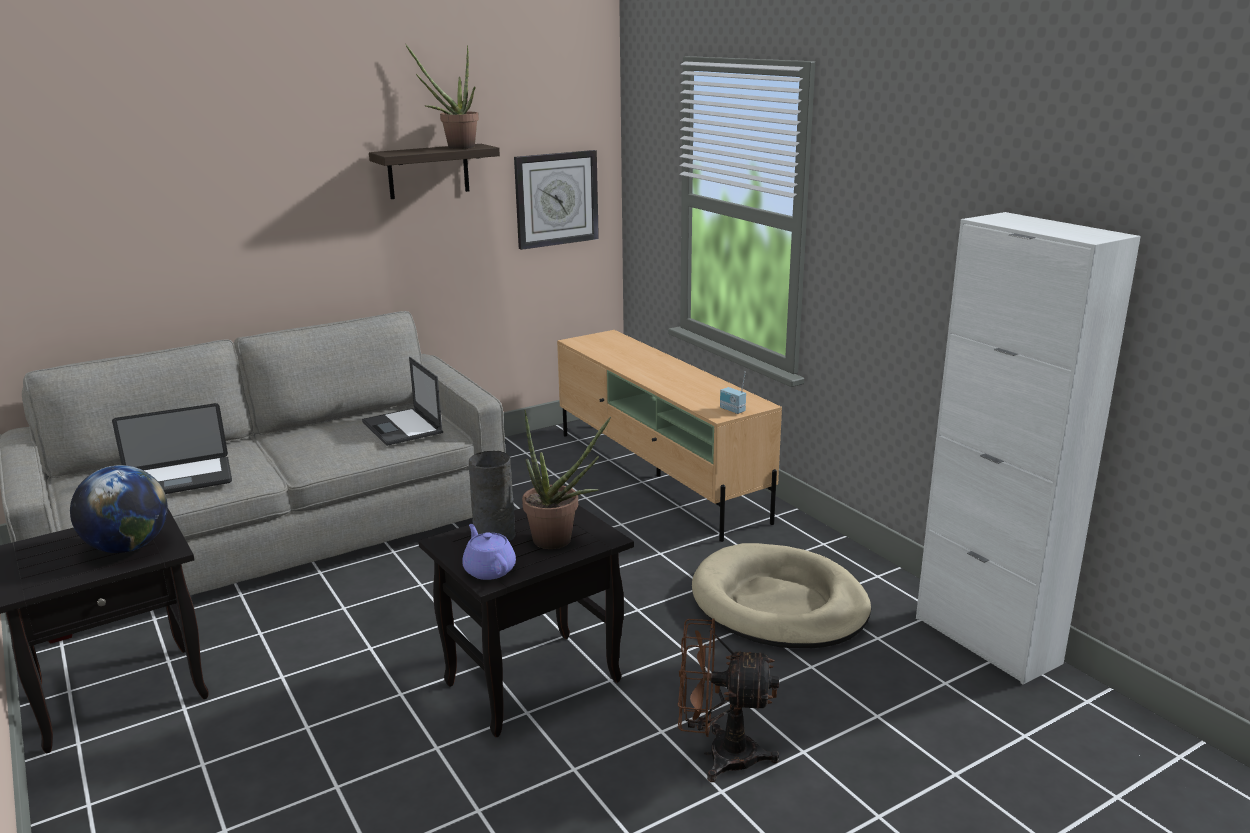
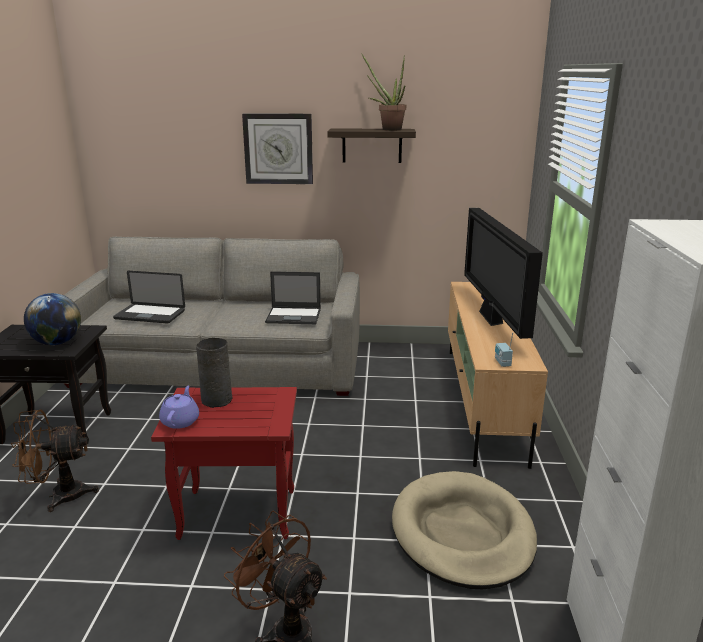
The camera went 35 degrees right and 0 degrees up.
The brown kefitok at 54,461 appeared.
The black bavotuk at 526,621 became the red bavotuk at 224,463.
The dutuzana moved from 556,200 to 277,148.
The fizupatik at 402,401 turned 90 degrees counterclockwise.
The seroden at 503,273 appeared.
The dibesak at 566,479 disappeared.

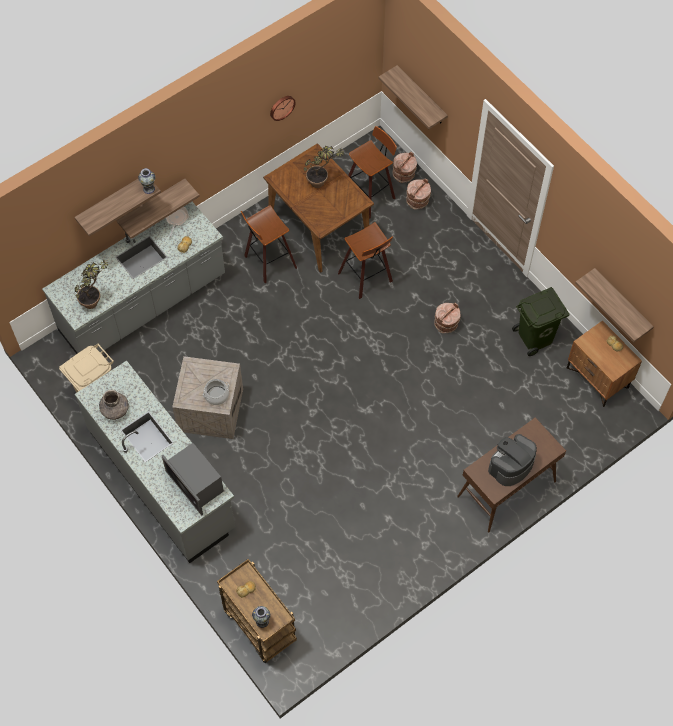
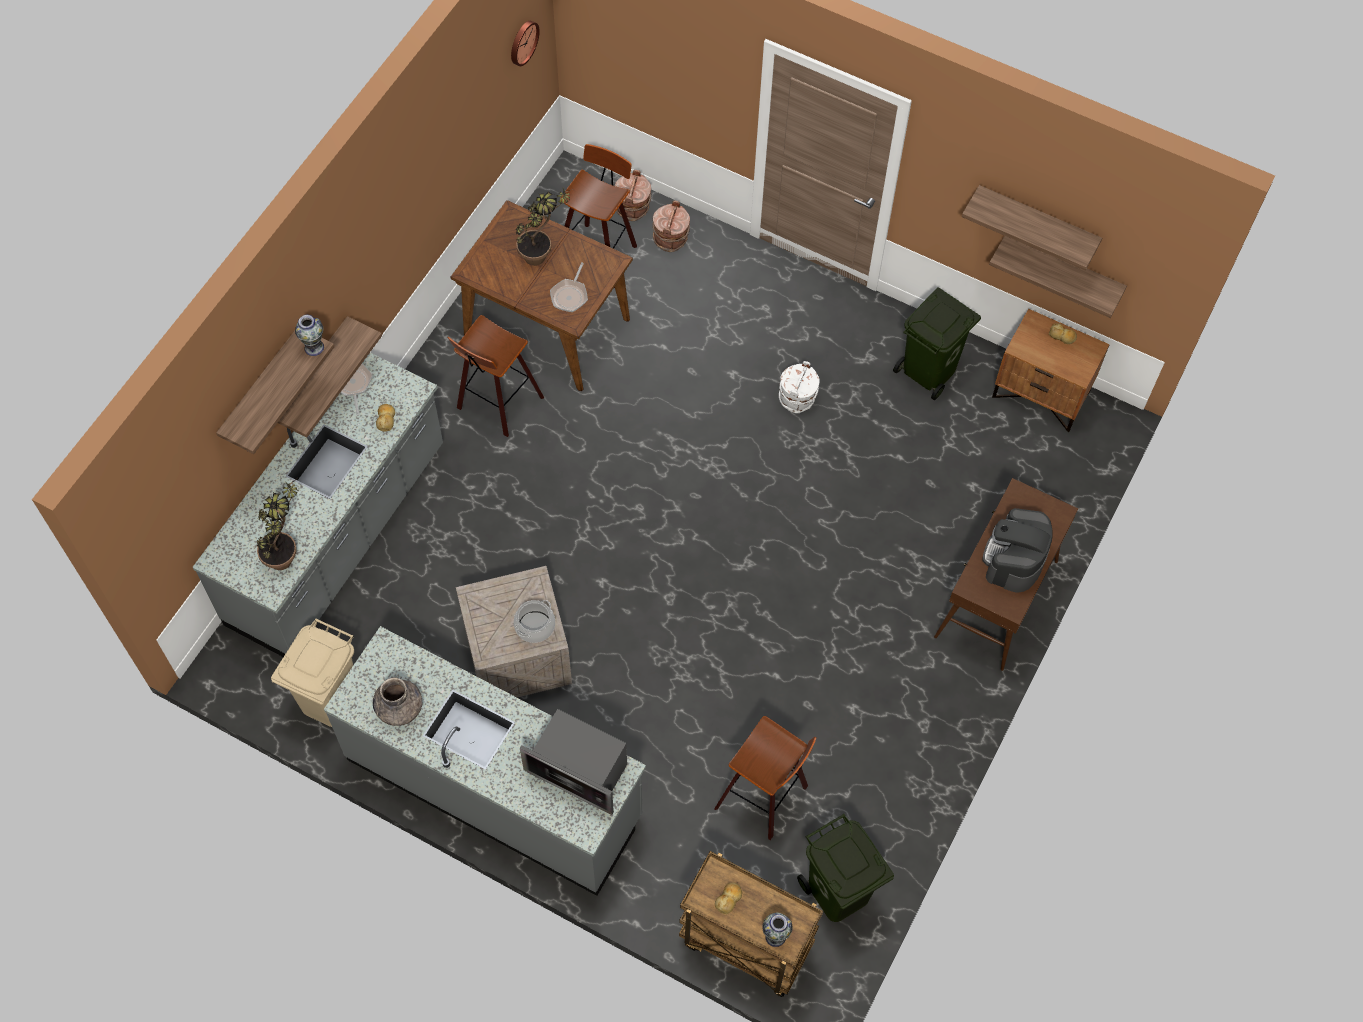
The camera went 25 degrees left and 0 degrees up.
The dutuzana moved from 283,108 to 525,43.
The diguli at 569,287 appeared.
The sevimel moved from 365,260 to 765,778.
The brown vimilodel at 447,318 became the white vimilodel at 799,387.
The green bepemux at 845,868 appeared.
The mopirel moved from 413,97 to 1032,227.

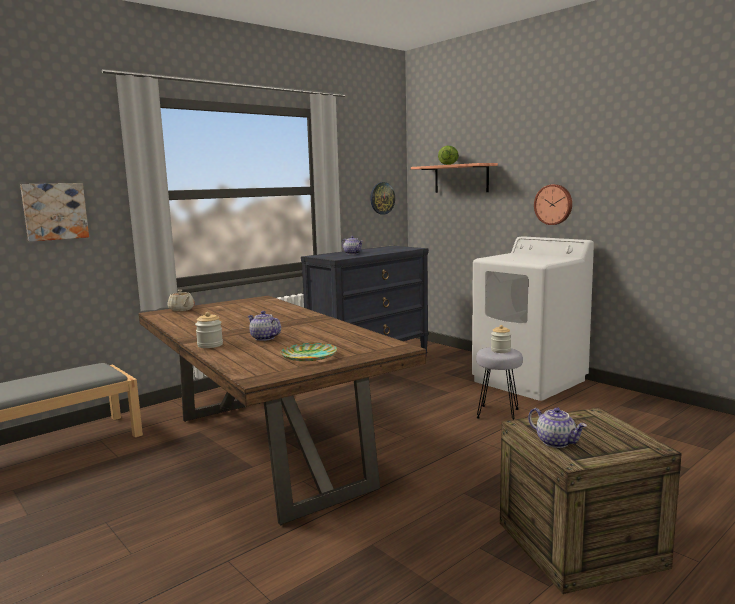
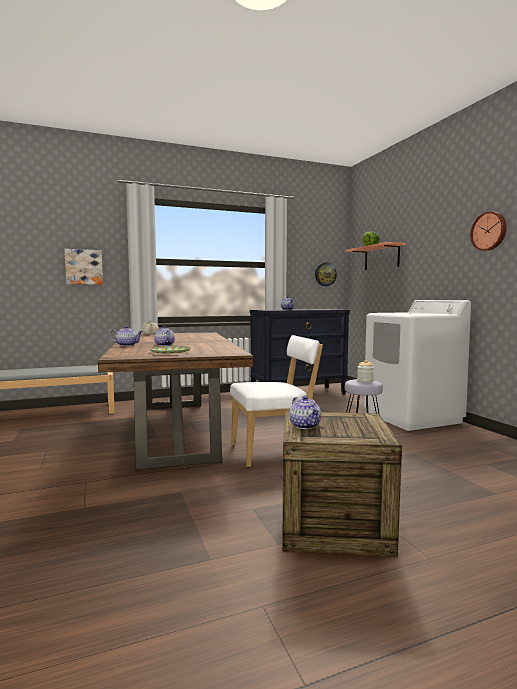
The camera went 20 degrees right and 5 degrees down.
The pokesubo at 209,330 was replaced by the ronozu at 126,336.
The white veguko at 276,401 appeared.
The dutuzana moved from 553,204 to 488,231.

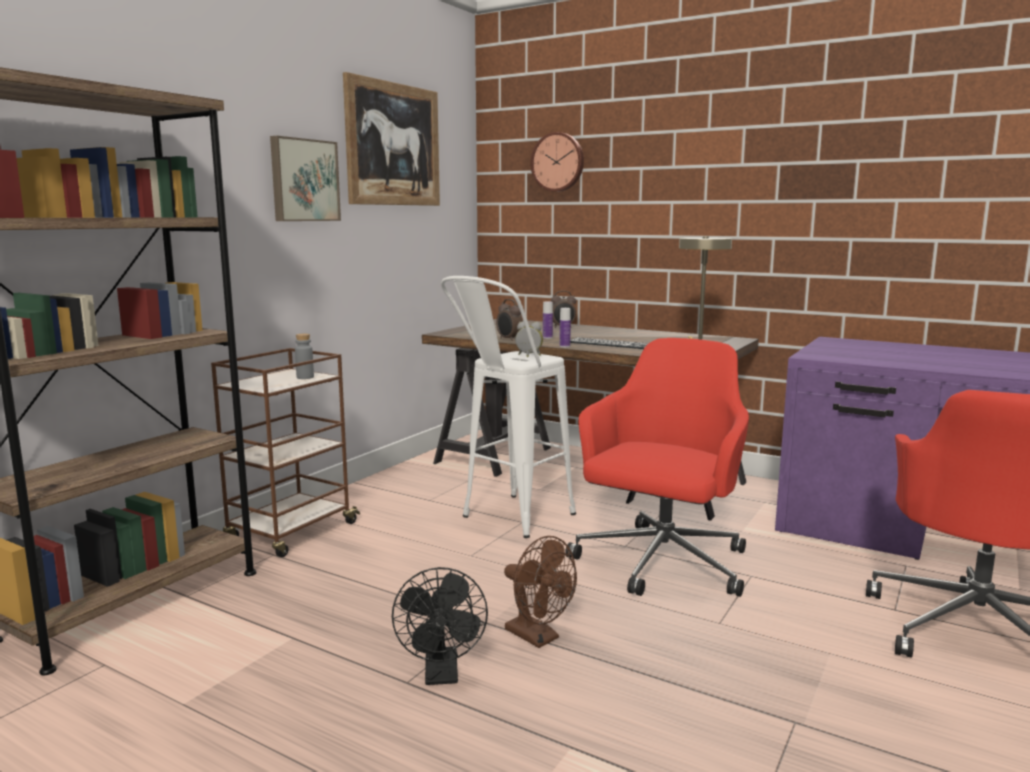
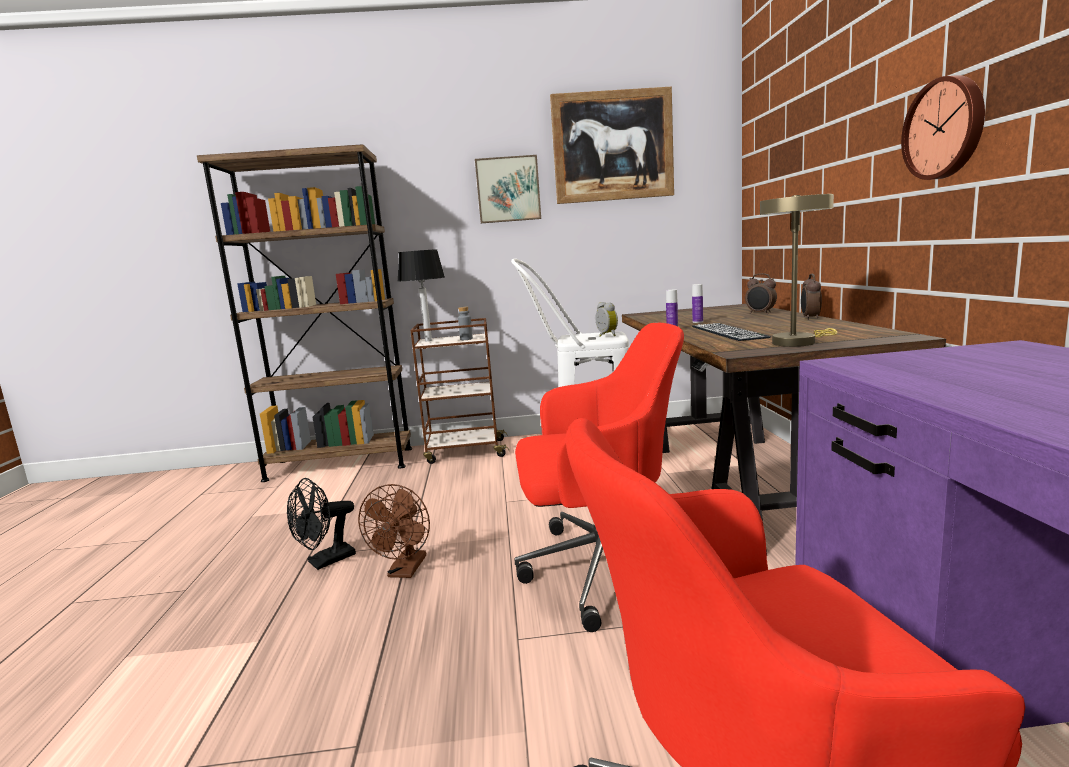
The camera went 55 degrees right and 0 degrees up.
The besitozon at 421,295 appeared.
The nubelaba moved from 509,320 to 811,297.
The dutuzana moved from 557,162 to 943,127.

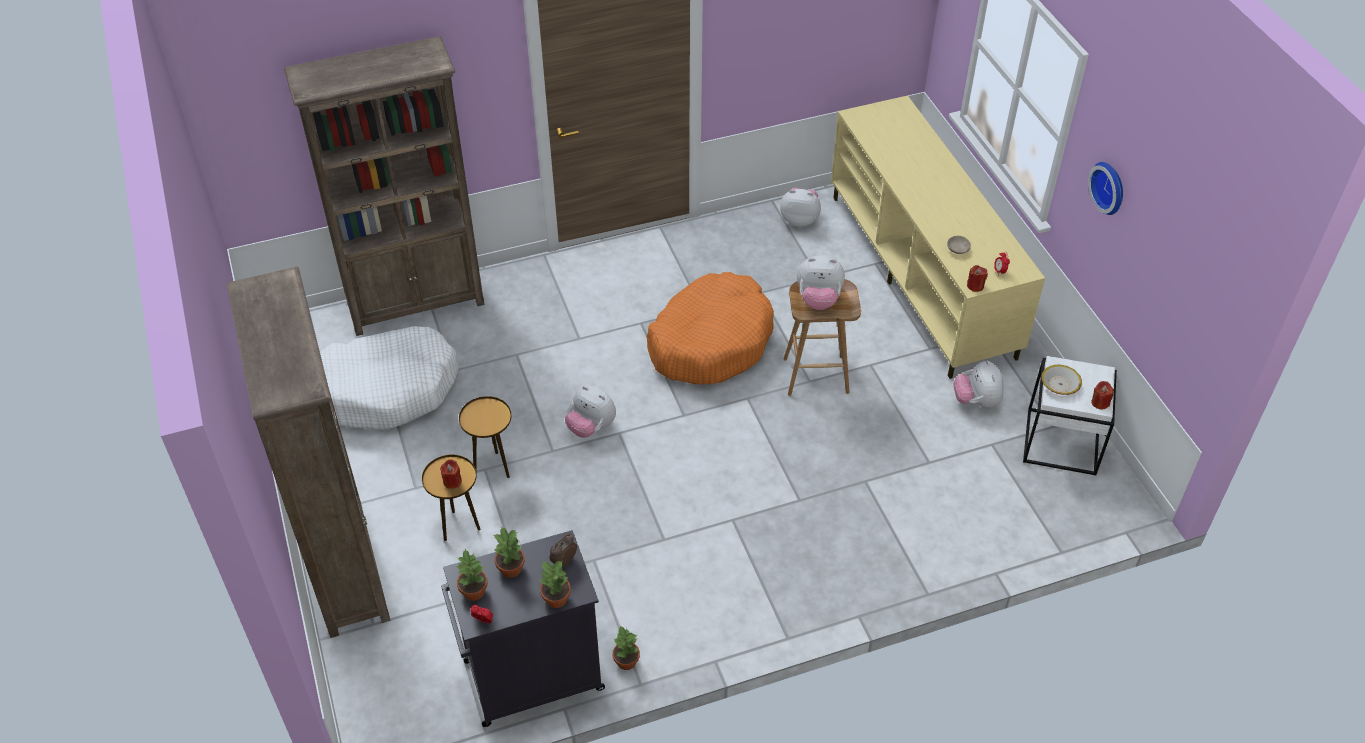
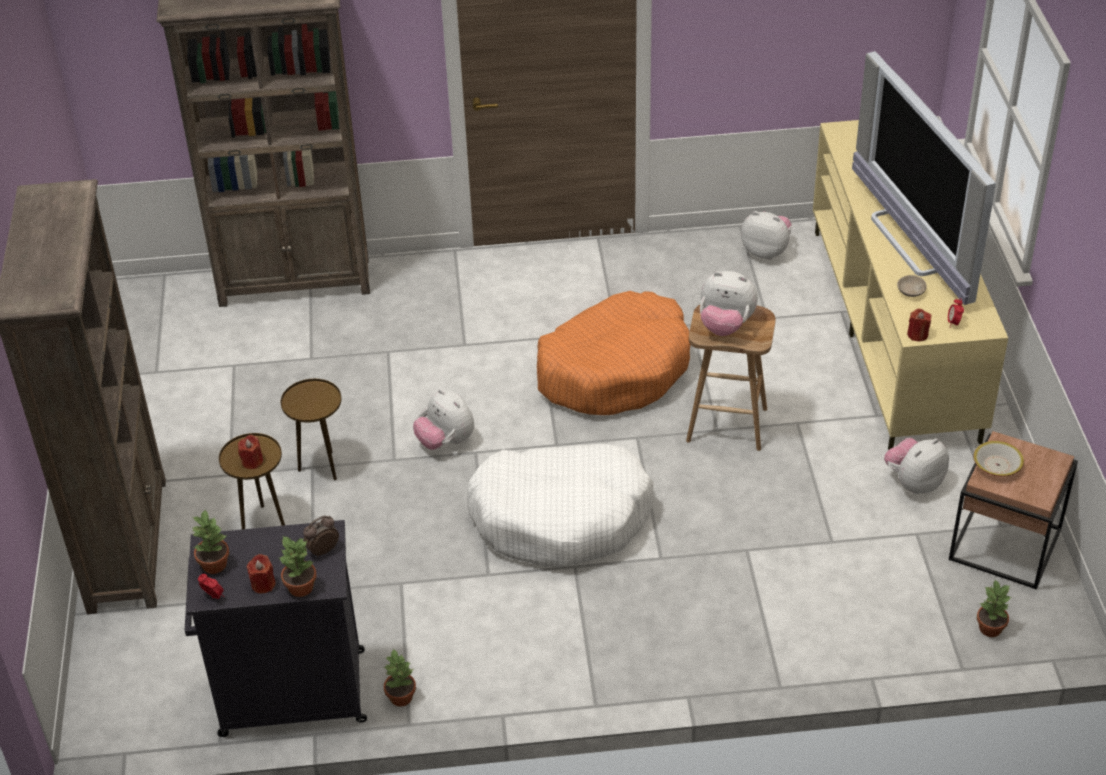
The camera went 15 degrees right and 5 degrees down.
The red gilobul moved from 1102,395 to 261,574.
The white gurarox moved from 389,378 to 560,505.
The seroden at 924,178 appeared.
The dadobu at 978,384 turned 45 degrees clockwise.
The white bavotuk at 1070,415 became the brown bavotuk at 1013,510.
The dibesak moved from 509,552 to 994,608.
The dutuzana at 1105,188 disappeared.

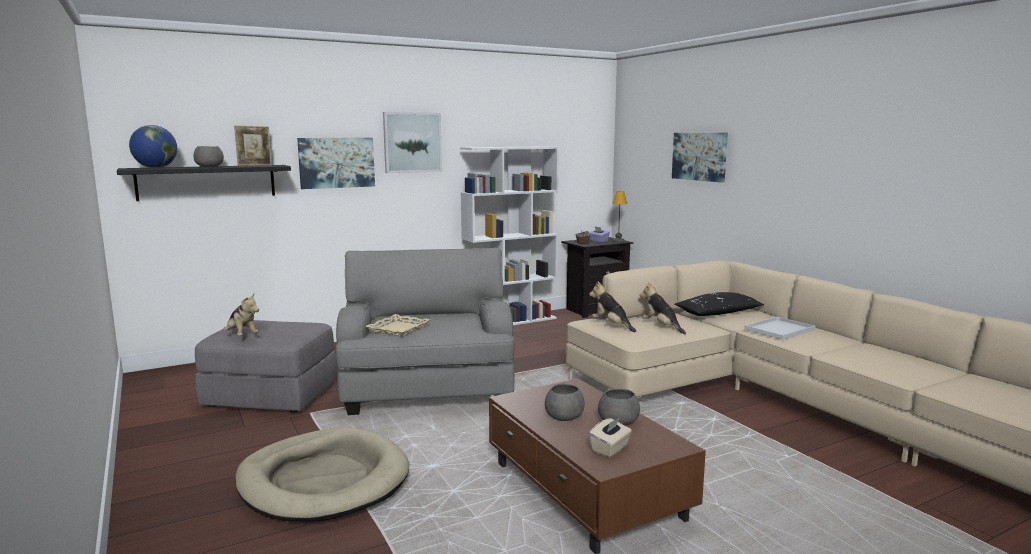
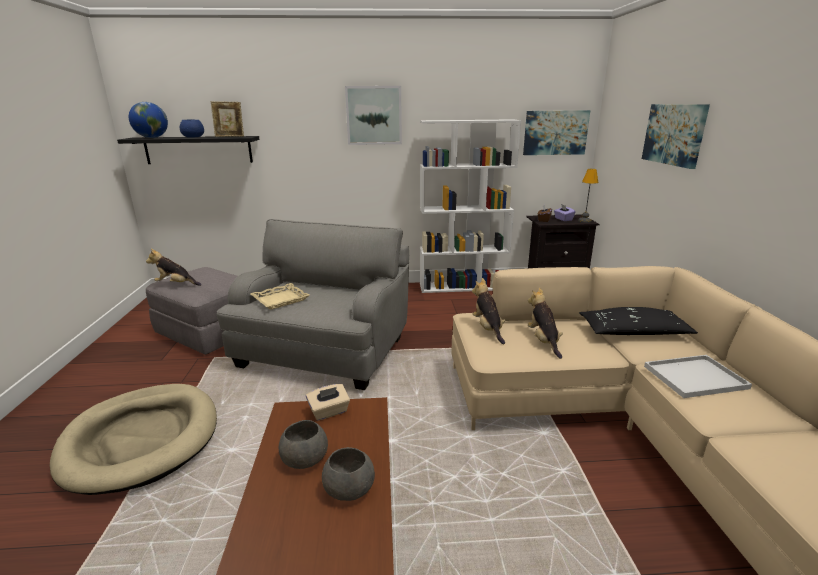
The camera went 25 degrees right and 10 degrees up.
The dadobu at 241,315 turned 120 degrees clockwise.
The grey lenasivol at 209,156 became the blue lenasivol at 192,128.
The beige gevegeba moved from 610,437 to 328,402.
The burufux moved from 336,163 to 557,132.

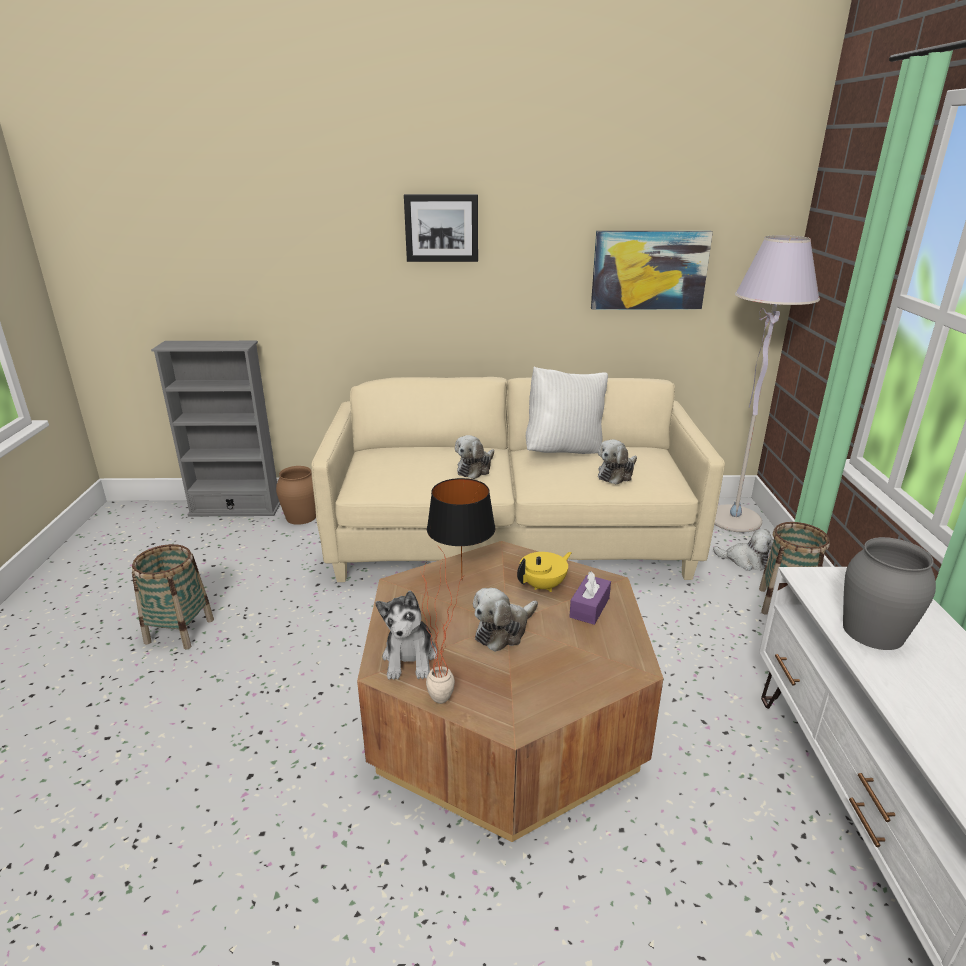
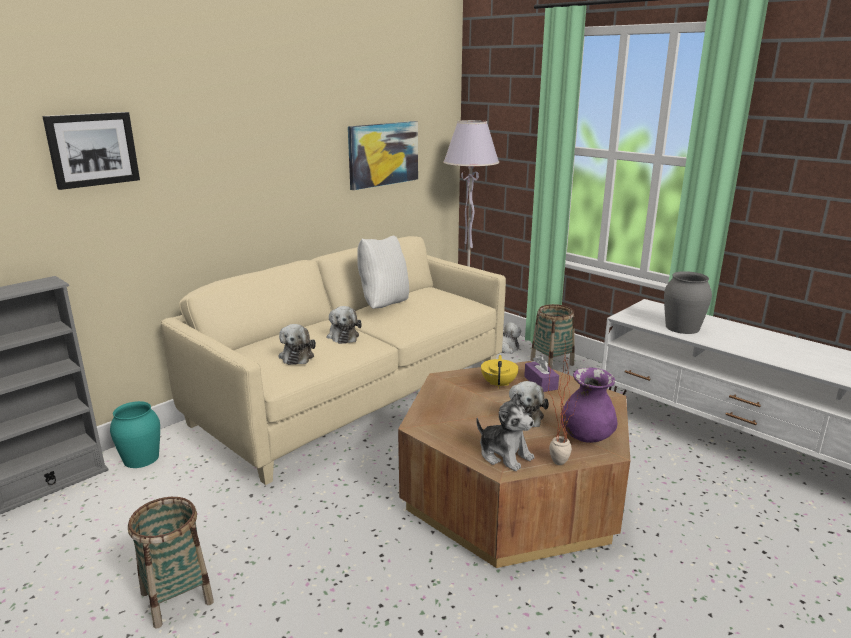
The camera went 45 degrees left and 5 degrees down.
The burufux moved from 441,228 to 91,151.
The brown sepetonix at 296,495 became the turquoise sepetonix at 135,434.
The dadobu moved from 617,462 to 297,344.
The purple sepetonix at 589,405 appeared.
The black besitozon at 461,529 disappeared.

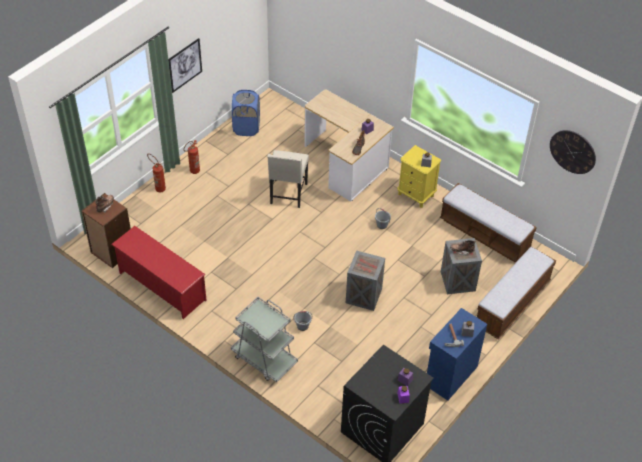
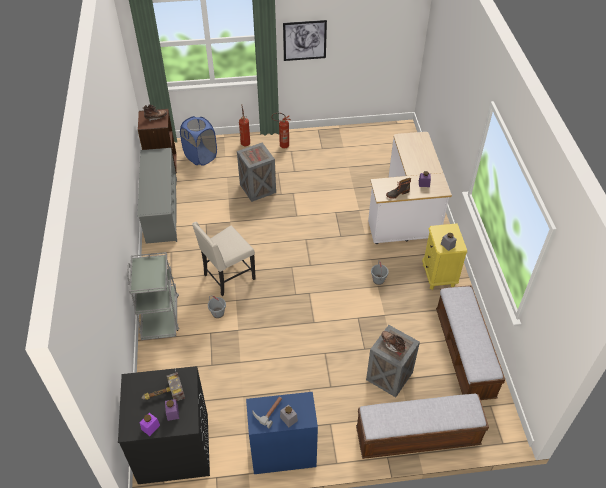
The camera went 45 degrees right and 0 degrees up.
The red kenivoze at 159,272 became the grey kenivoze at 157,196.
The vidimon at 163,386 appeared.
The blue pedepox moved from 246,113 to 198,141.
The beige veguko moved from 288,179 to 224,259.
The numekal moved from 365,280 to 256,172.
The dutuzana at 573,152 disappeared.

